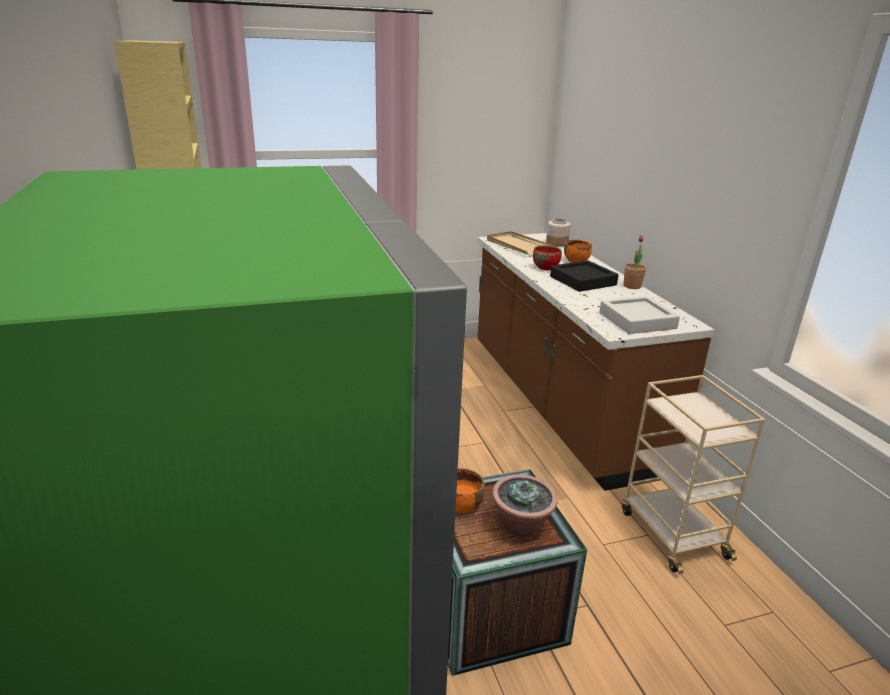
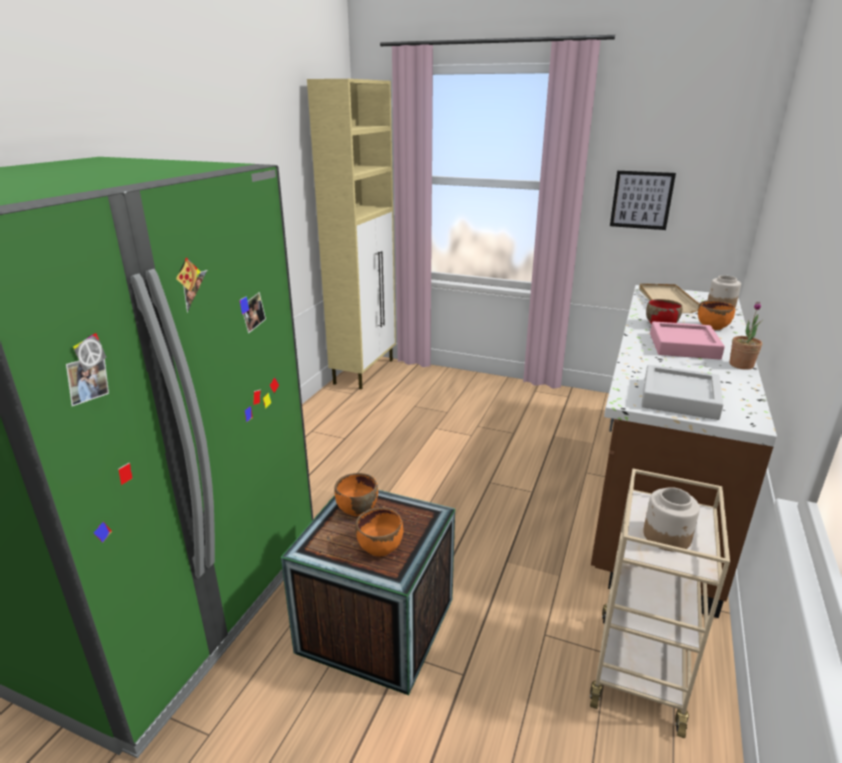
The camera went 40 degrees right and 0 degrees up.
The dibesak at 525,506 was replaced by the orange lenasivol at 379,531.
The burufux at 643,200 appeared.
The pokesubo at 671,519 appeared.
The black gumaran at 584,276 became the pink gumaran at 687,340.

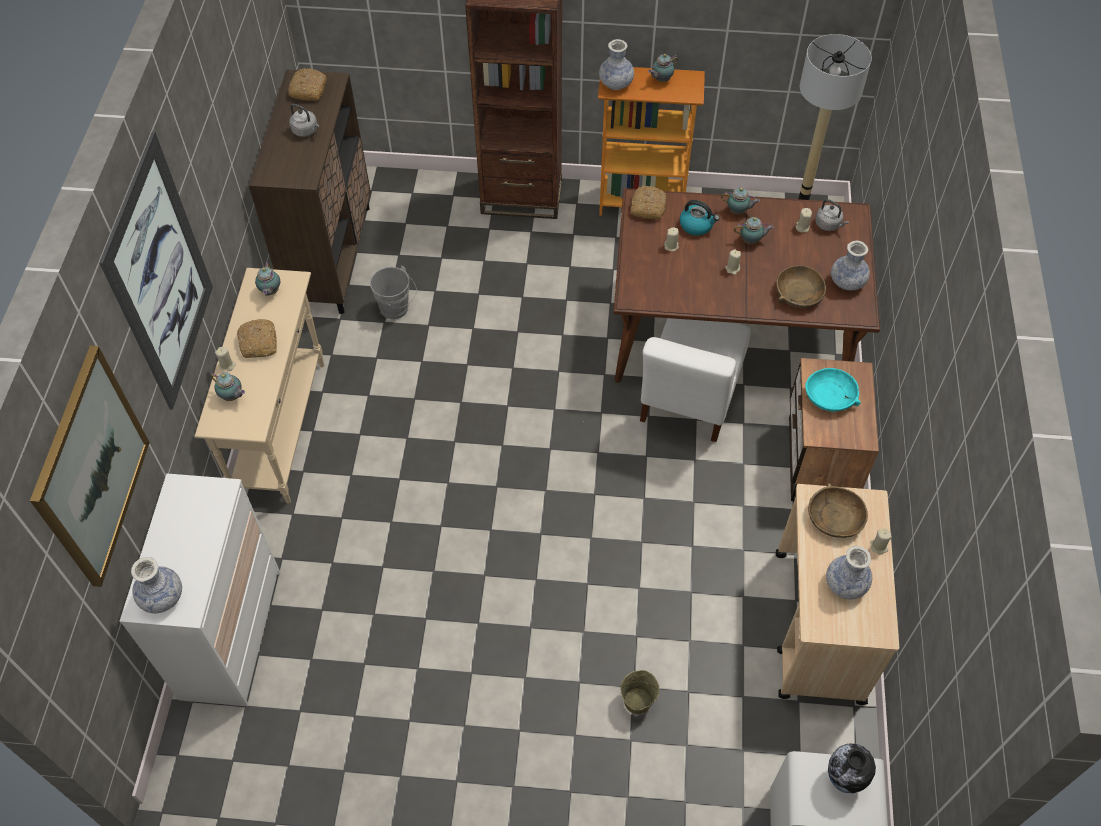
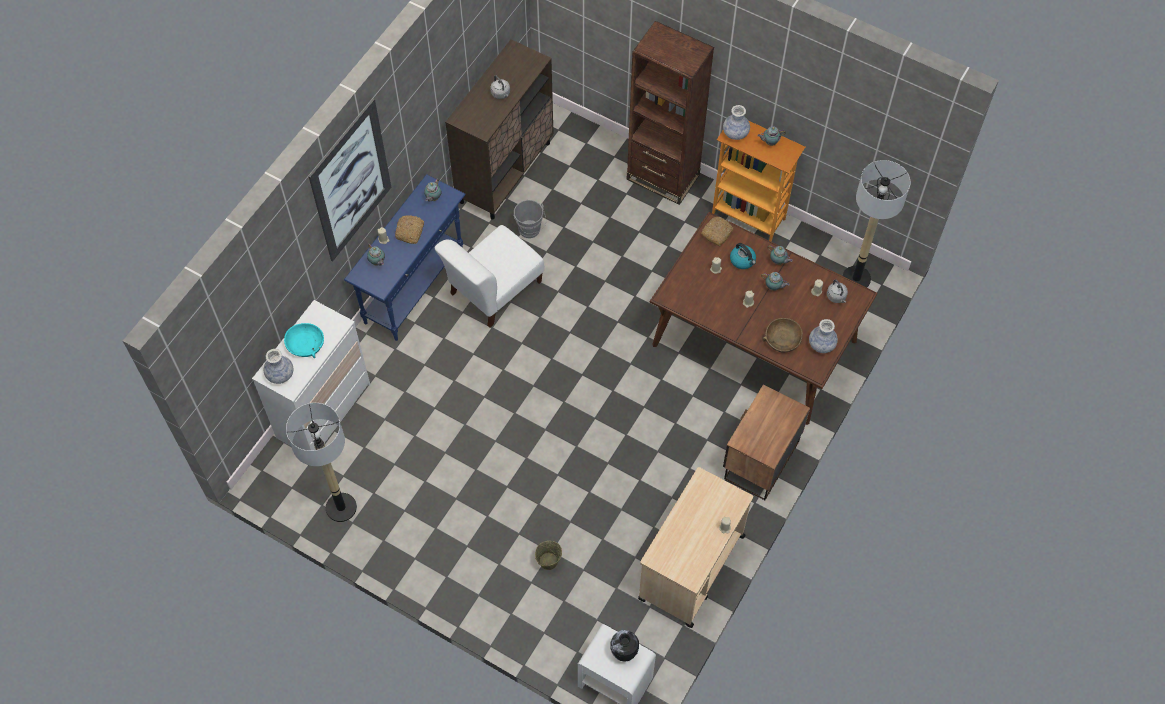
The camera went 25 degrees right and 5 degrees up.
The turquoise lenasivol moved from 833,390 to 304,340.
The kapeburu at 321,462 appeared.
The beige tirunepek at 259,385 became the blue tirunepek at 405,257.
The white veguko moved from 695,380 to 489,276.
The burufux at 90,466 disappeared.
The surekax at 308,84 disappeared.
The brown lenasivol at 838,510 disappeared.
The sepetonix at 849,572 disappeared.

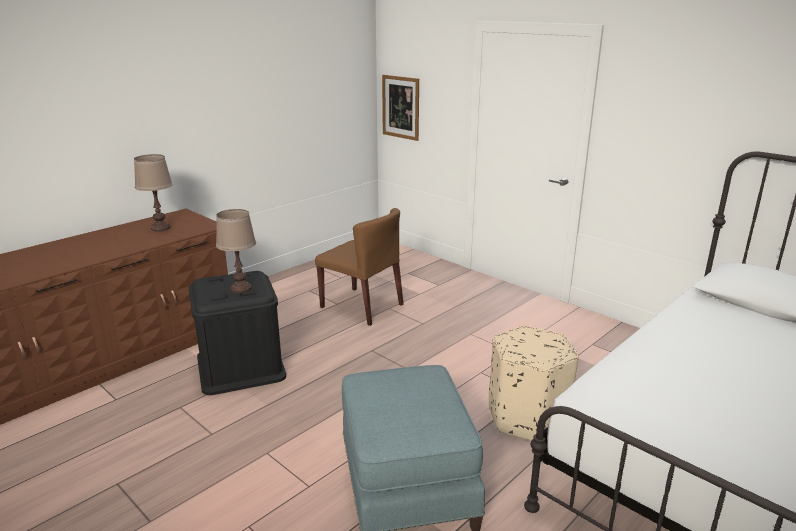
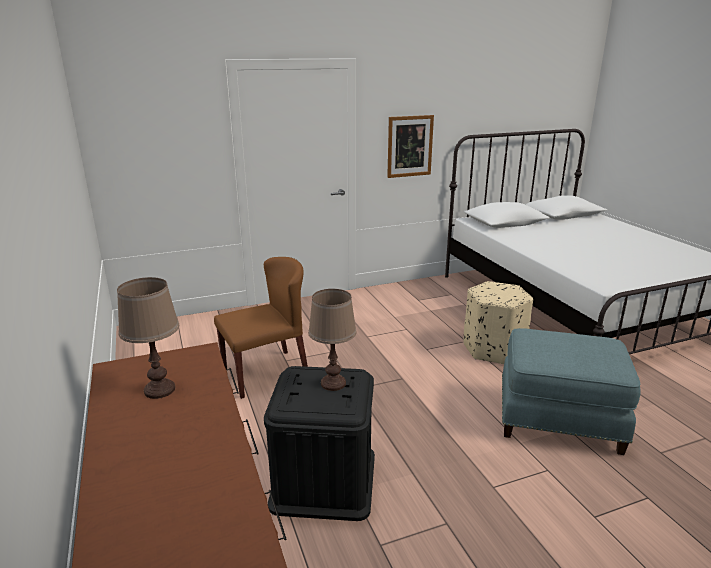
The camera went 65 degrees left and 0 degrees up.
The burufux moved from 400,108 to 410,146.

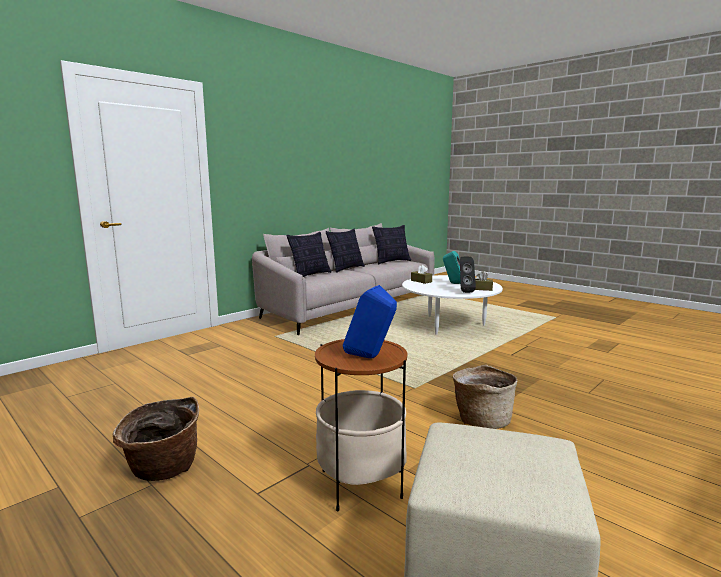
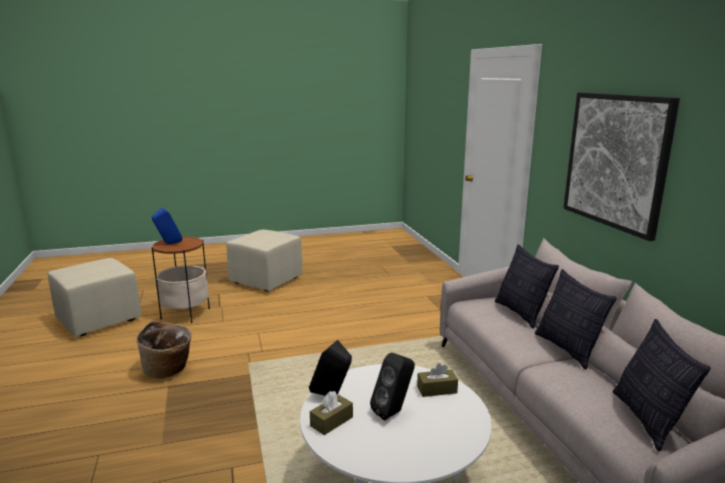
The camera went 120 degrees right and 5 degrees up.
The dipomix at 156,439 was replaced by the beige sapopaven at 265,261.
The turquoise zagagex at 452,267 became the black zagagex at 392,387.
The burufux at 622,167 appeared.

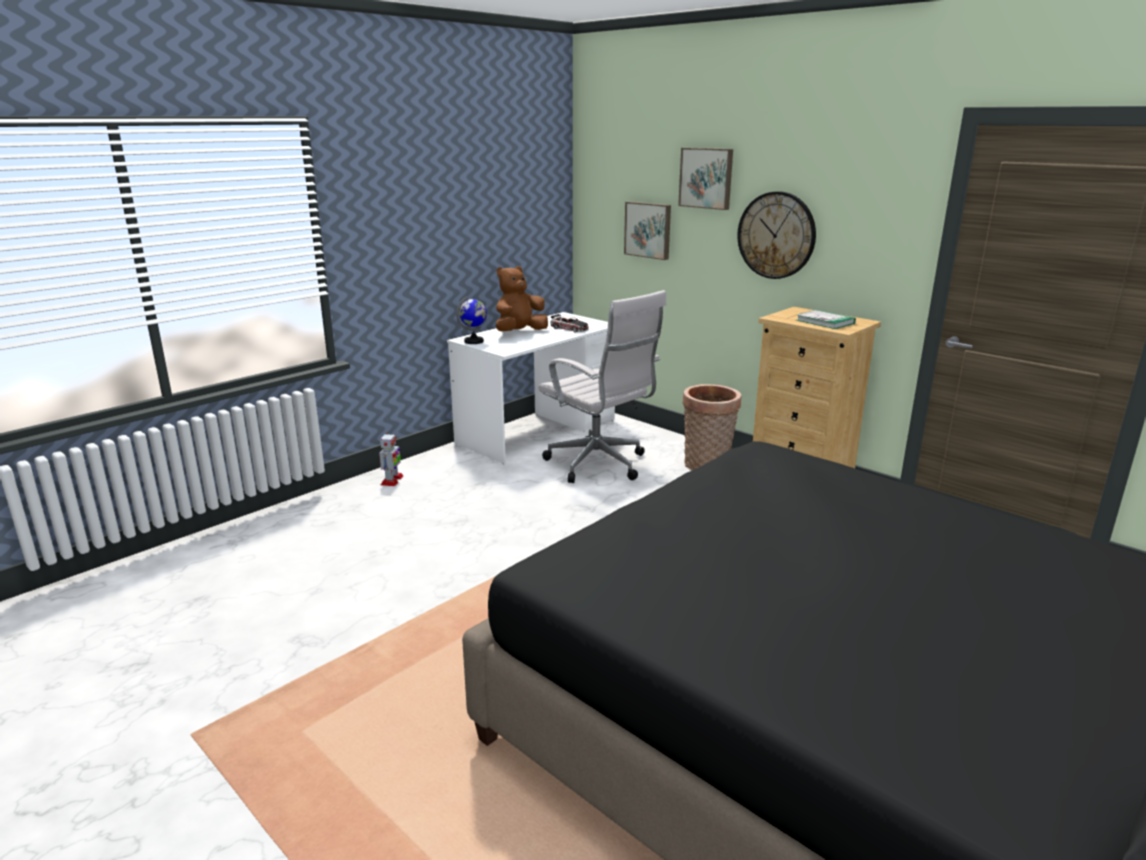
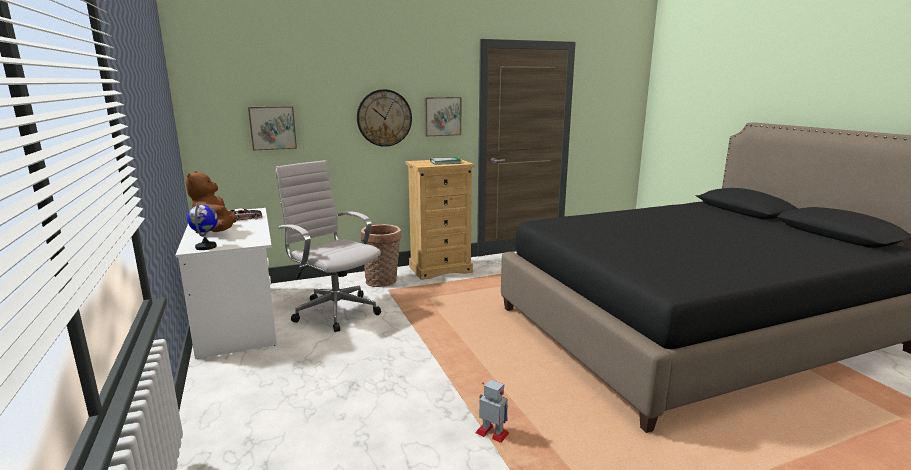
The camera went 65 degrees left and 5 degrees down.
The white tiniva at 602,386 turned 120 degrees counterclockwise.
The burufux moved from 705,179 to 442,116.
The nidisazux moved from 391,459 to 492,411.

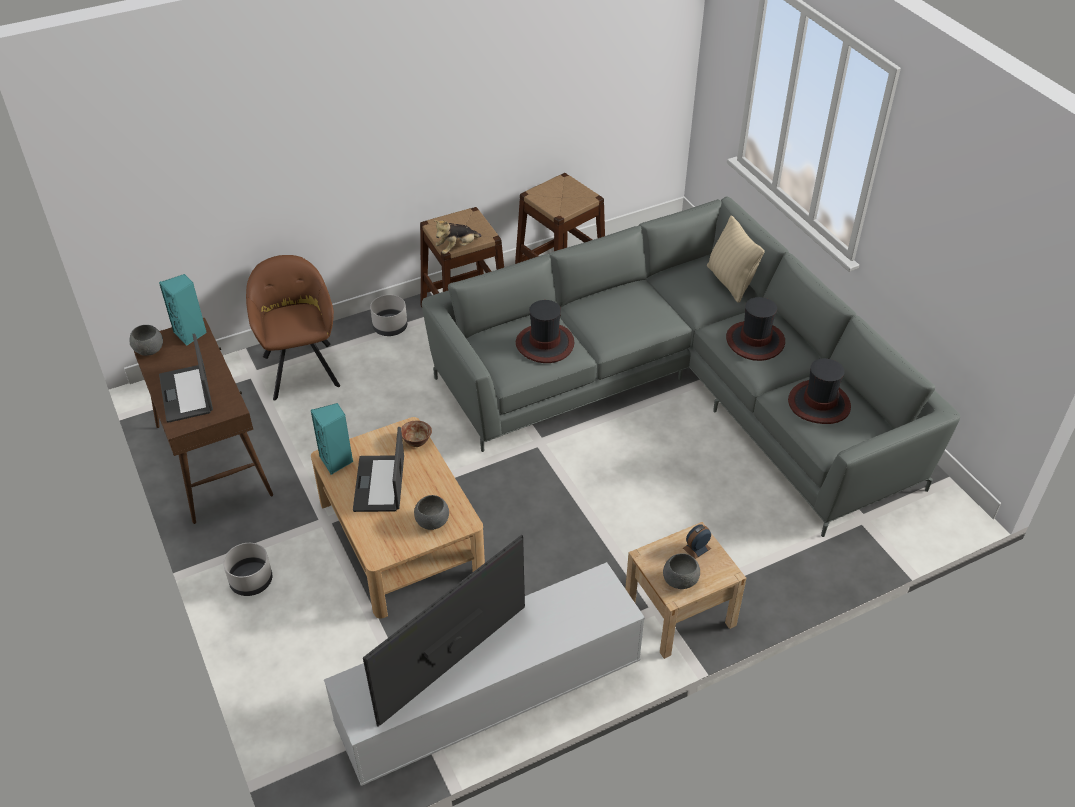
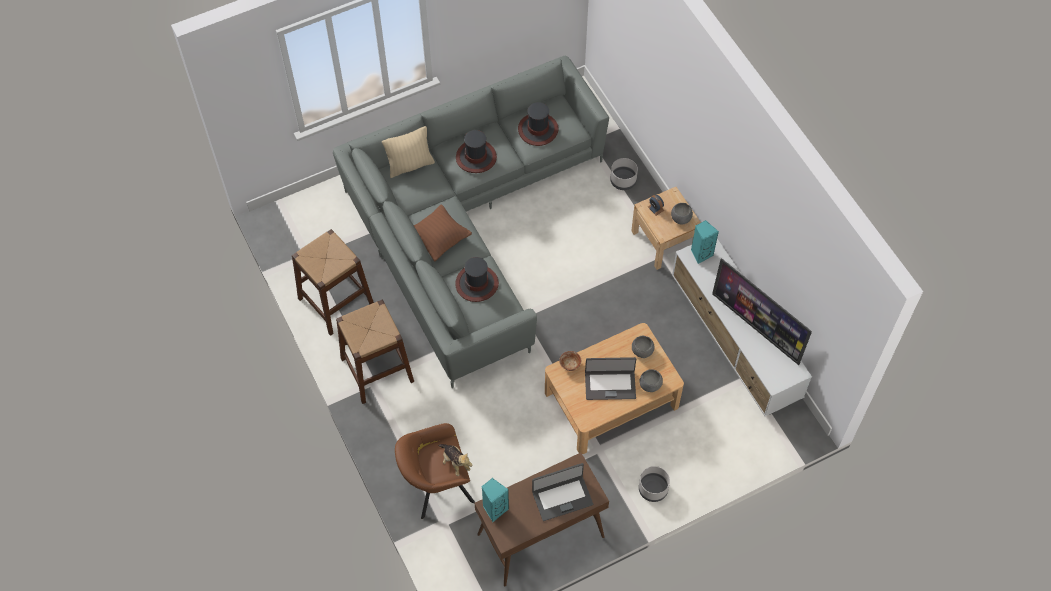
The camera went 90 degrees left and 15 degrees up.
The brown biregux at 443,232 appeared.
The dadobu moved from 458,237 to 455,460.
The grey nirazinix moved from 388,315 to 624,174.
The grey lenasivol moved from 146,340 to 651,380.
The turquoise zagagex moved from 332,439 to 705,242.

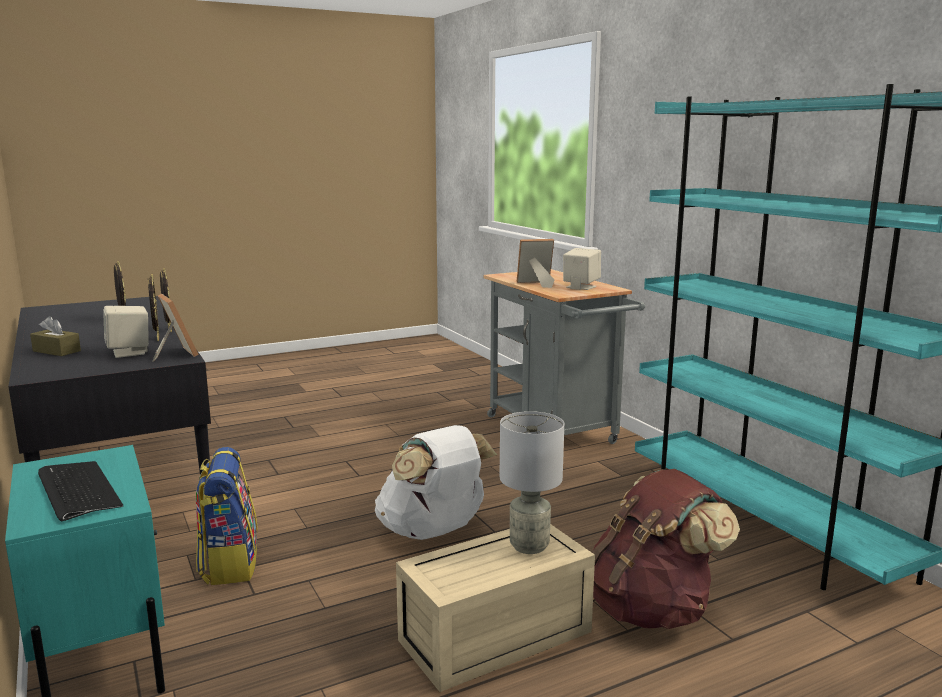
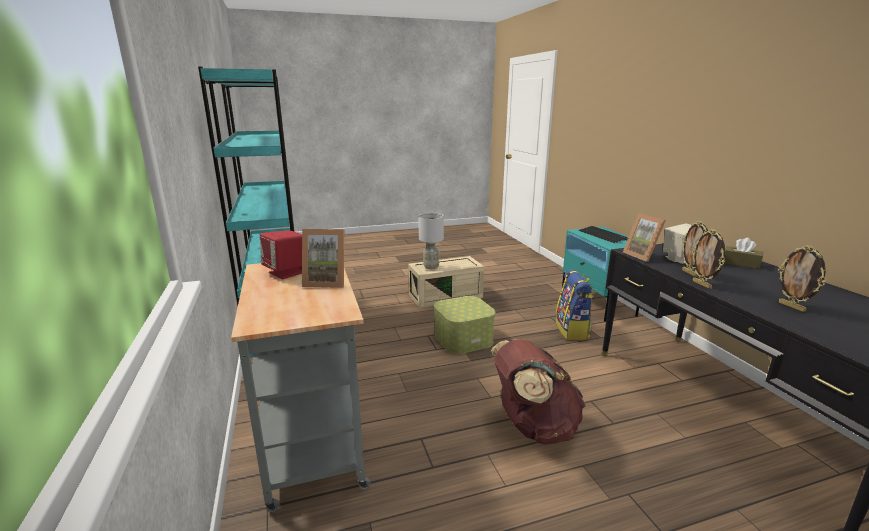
The camera went 170 degrees left and 5 degrees up.
The beige zagagex at 582,269 became the red zagagex at 281,254.
The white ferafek at 436,482 was replaced by the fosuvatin at 464,325.
The brown ferafek moved from 666,549 to 538,391.

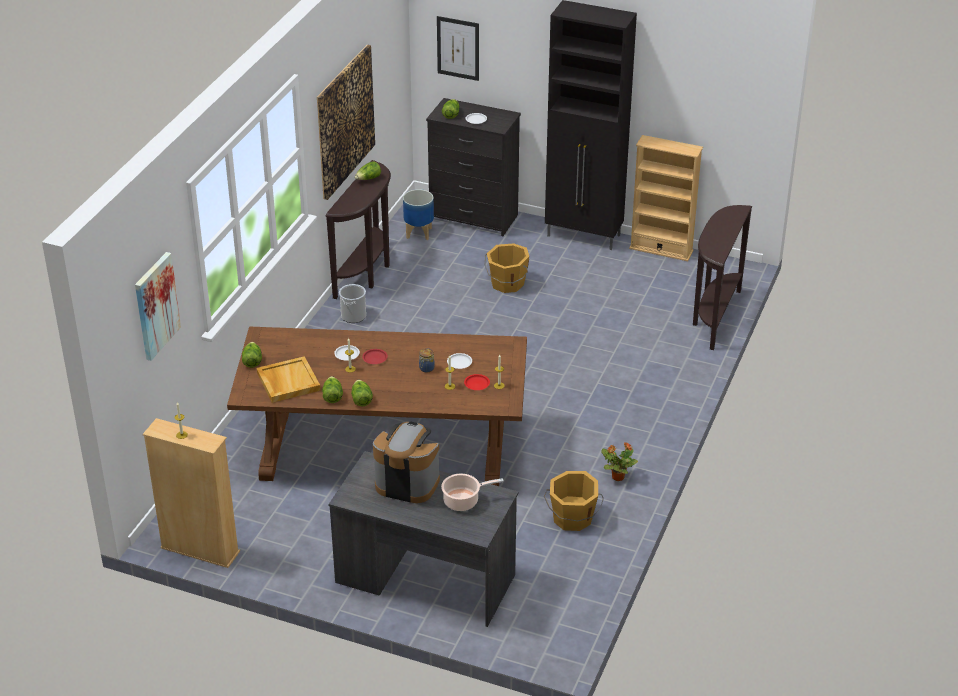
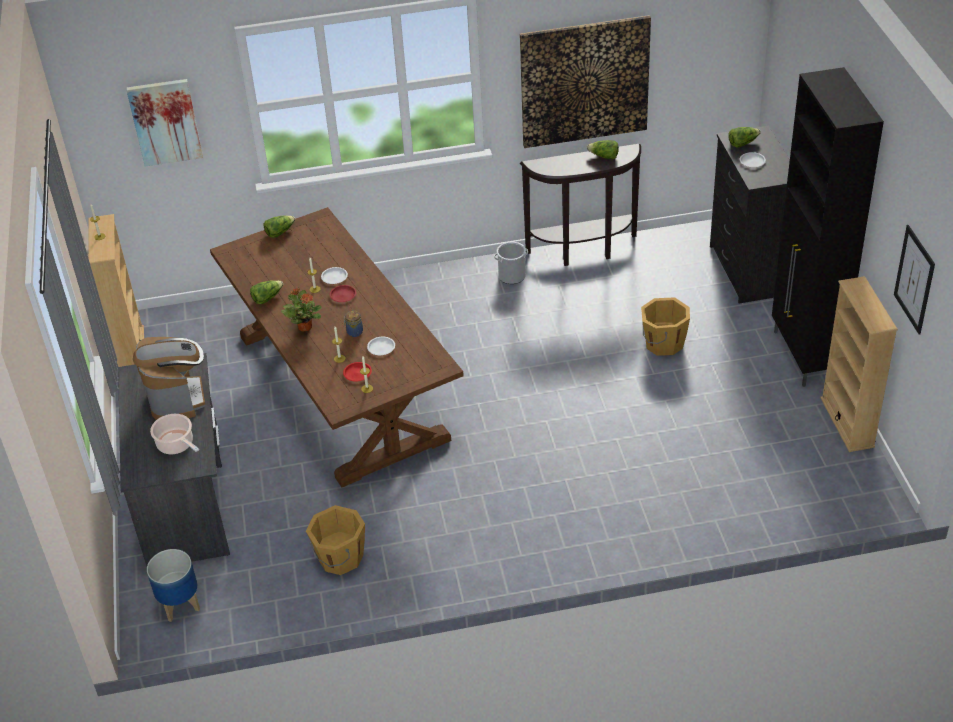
The camera went 60 degrees right and 5 degrees up.
The nirazinix moved from 418,214 to 173,585.
The dibesak moved from 619,461 to 301,310.
The burufux moved from 458,48 to 914,280.
The beige gumaran at 289,379 disappeared.
The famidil at 362,393 disappeared.
The brown tirunepek at 722,277 disappeared.

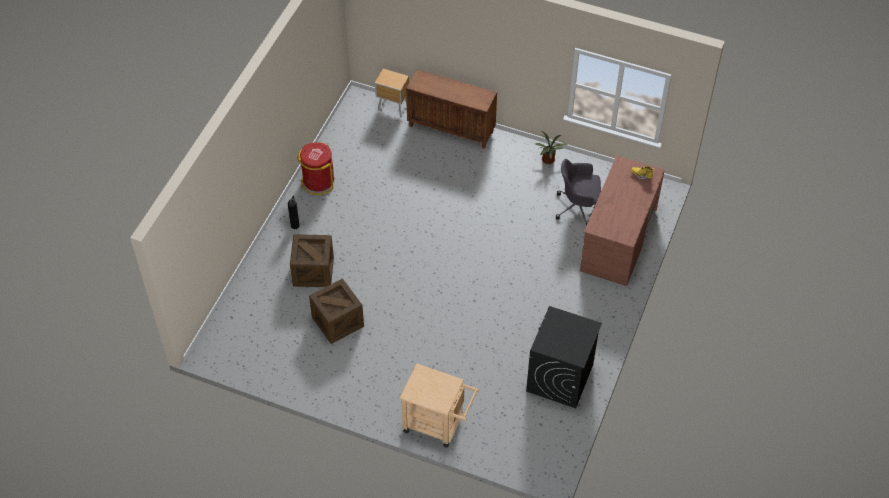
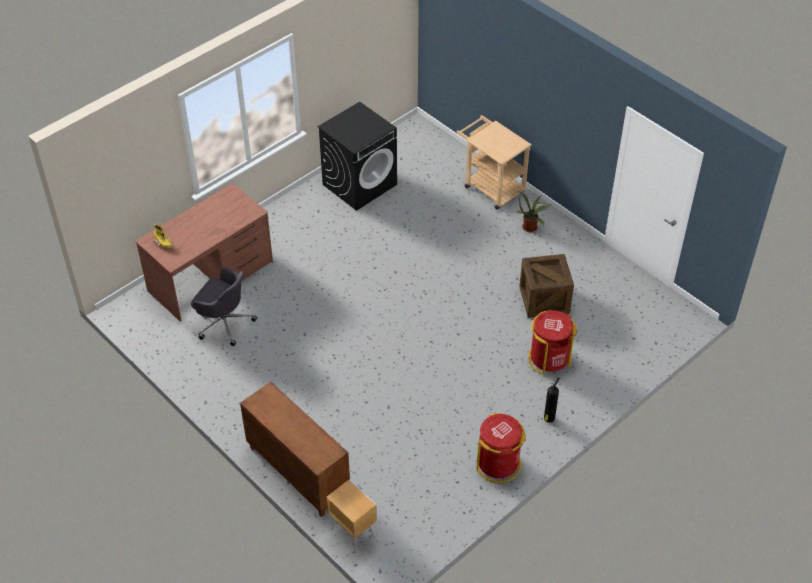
The camera went 155 degrees left and 5 degrees down.
The dibesak moved from 551,147 to 533,211.
The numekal at 312,260 was replaced by the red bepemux at 552,342.

